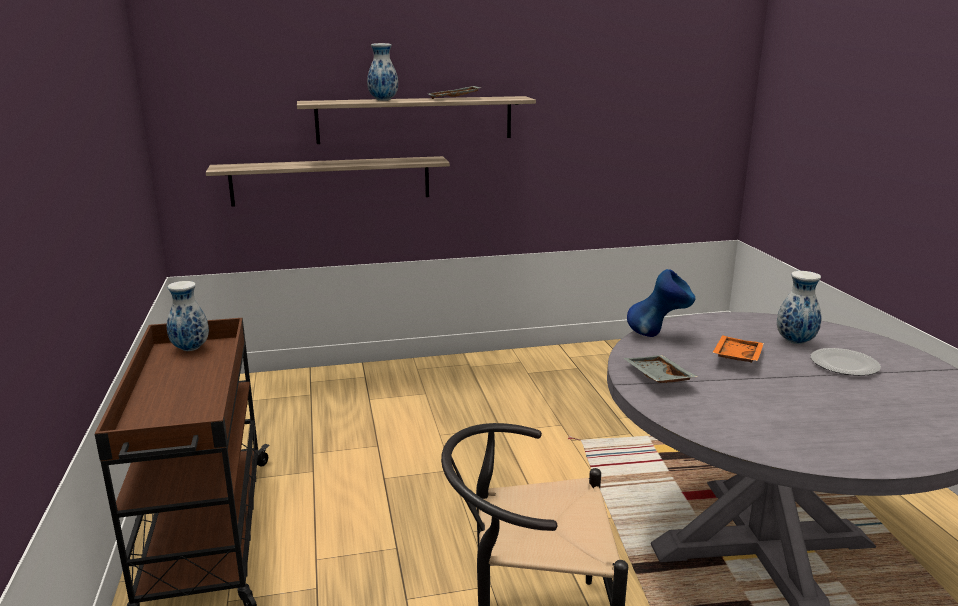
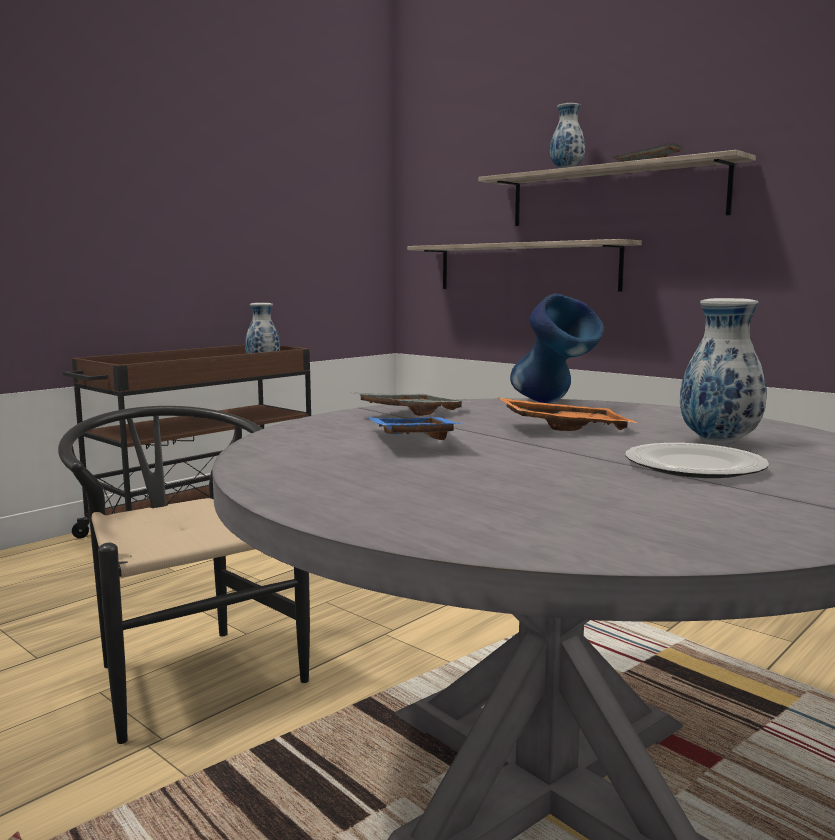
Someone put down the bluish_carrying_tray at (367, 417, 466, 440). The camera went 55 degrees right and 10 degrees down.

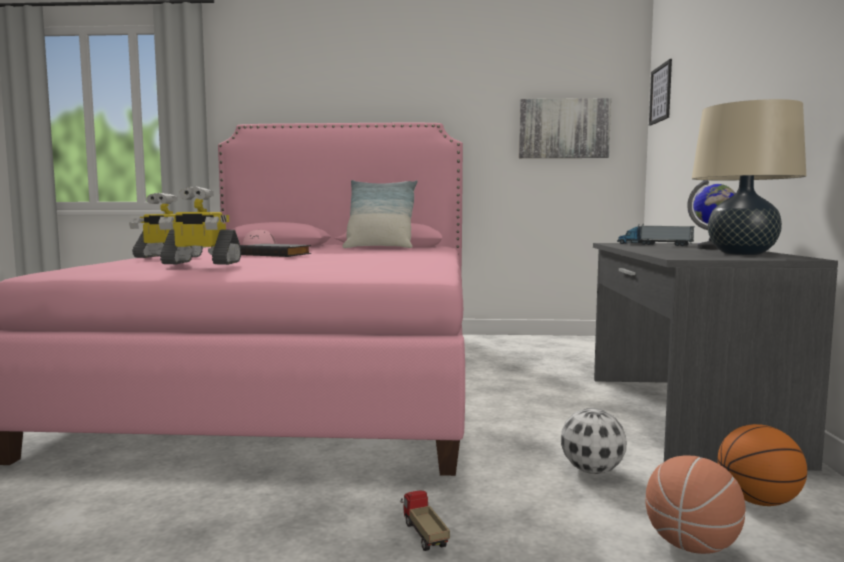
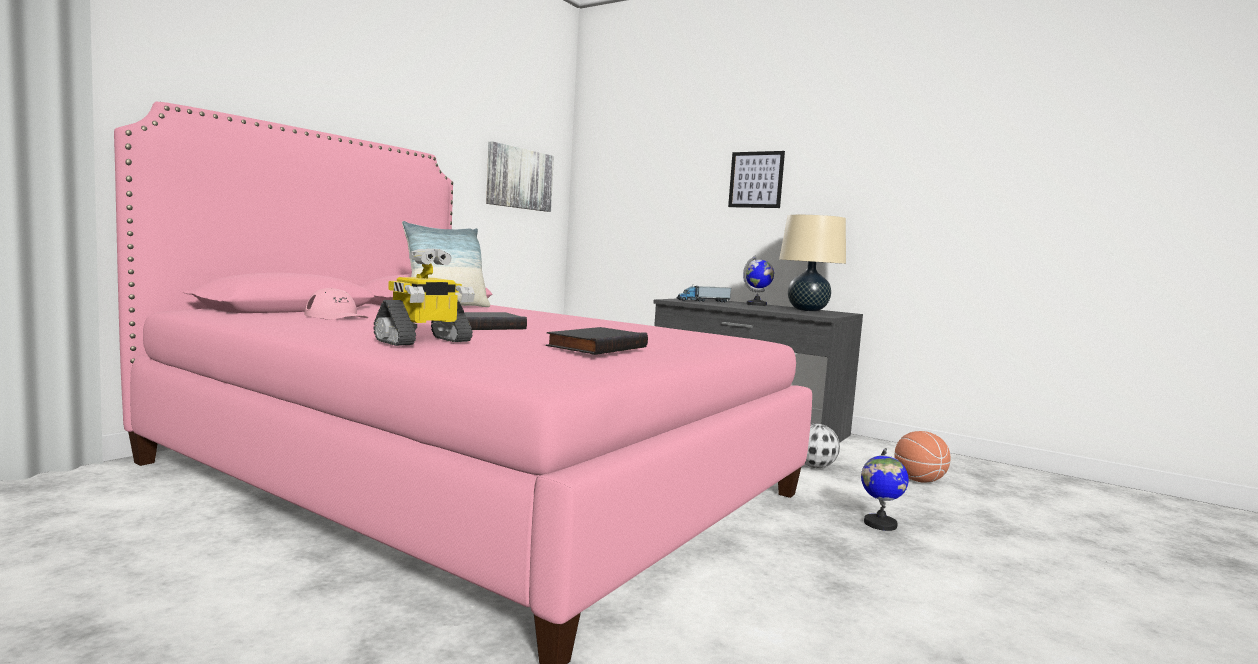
Someone swapped the toy_robot at (159, 186, 241, 265) for the blackish_volume at (546, 327, 648, 355). Someone carried the wall_art from (649, 59, 672, 126) to (728, 151, 785, 208). Someone swapped the toy_lorry at (401, 490, 450, 551) for the world_globe at (861, 448, 909, 531). Someone took away the basketball at (718, 424, 807, 506). The camera went 60 degrees left and 0 degrees up.

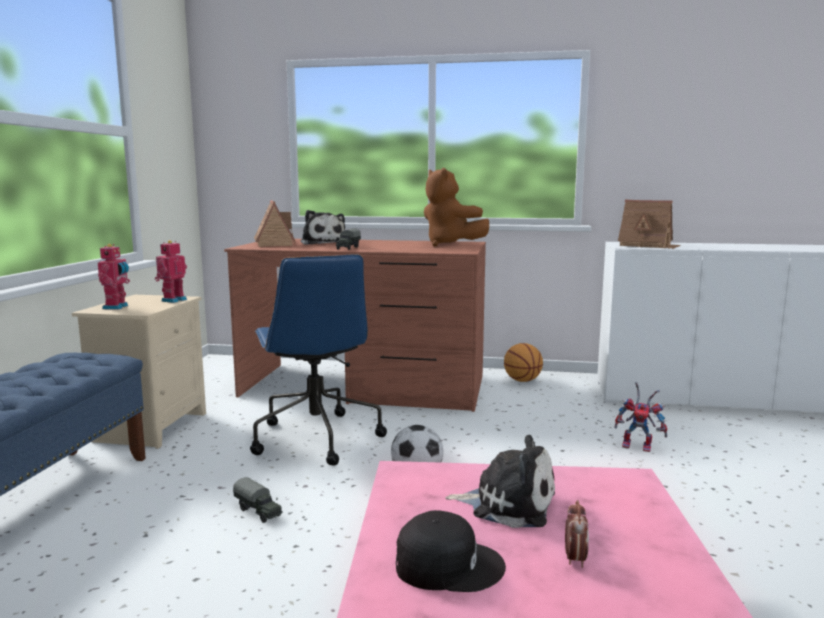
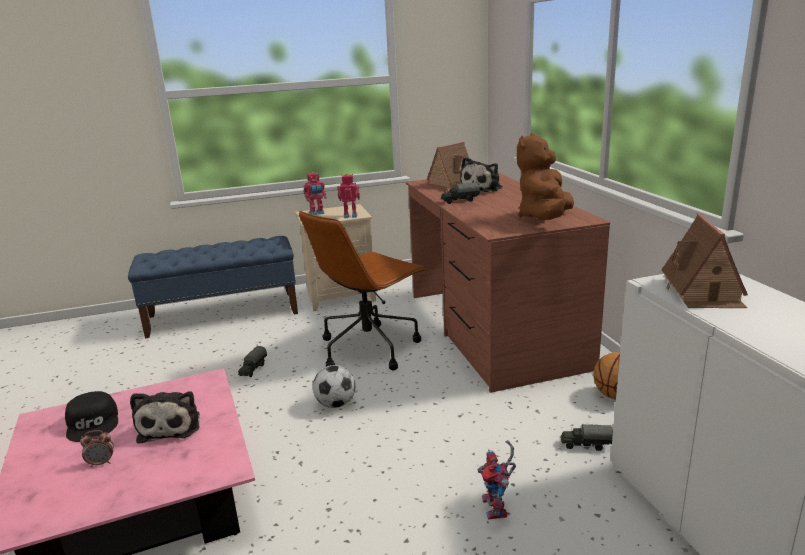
Someone repainted the bluish_desk_chair at (250, 254, 387, 466), which became the brown-coloured_desk_chair at (299, 211, 428, 371). Someone put down the toy_lorry at (561, 424, 613, 451). The camera went 65 degrees right and 10 degrees up.

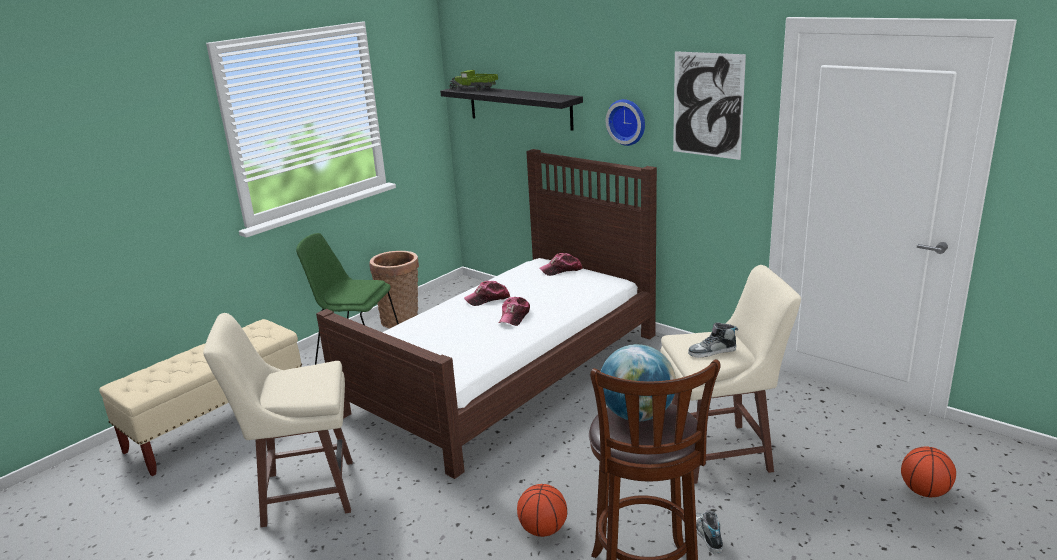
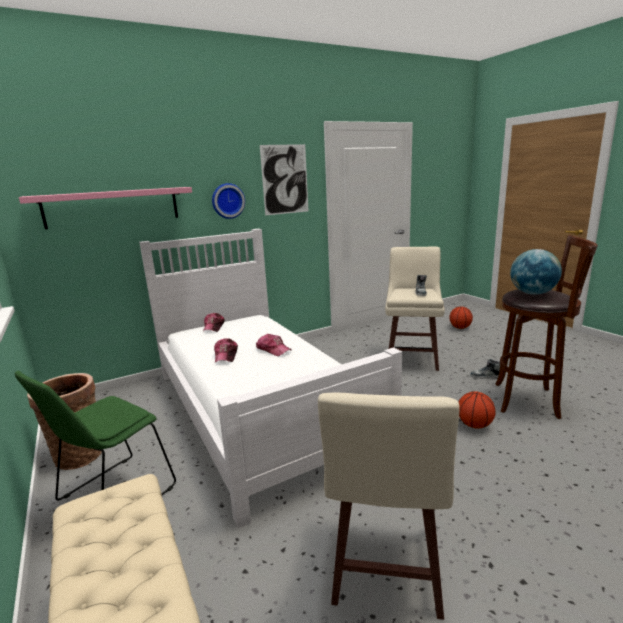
Someone repainted the blackish_bracket_shelf at (440, 86, 583, 131), which became the pink-coloured_bracket_shelf at (19, 187, 192, 229). Someone repainted the brown-coloured_bedroom_bed at (316, 149, 657, 479), which became the whitish_bedroom_bed at (139, 229, 402, 529). Someone took away the toy_lorry at (449, 70, 498, 92). The camera went 70 degrees left and 5 degrees down.

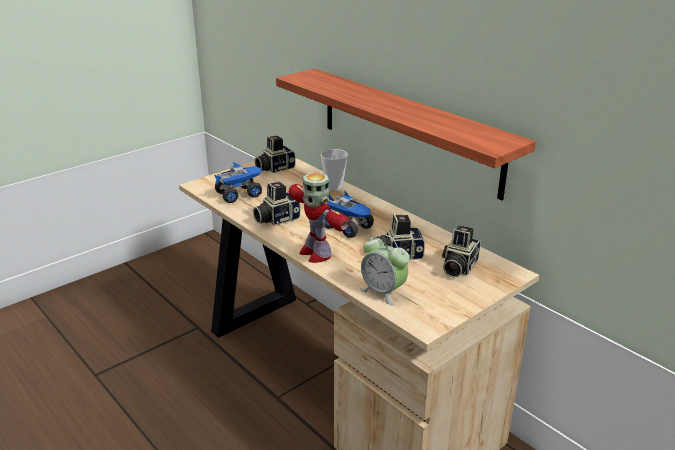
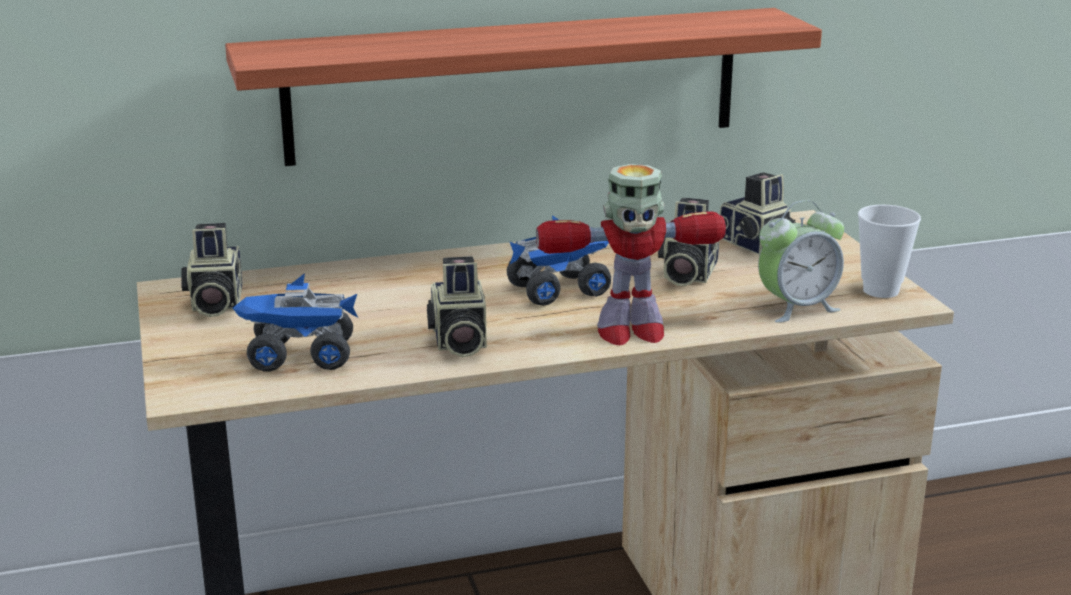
Someone rotated the toy_lorry at (214, 162, 262, 203) by 90 degrees counterclockwise. Someone carried the cup from (321, 149, 348, 191) to (858, 205, 921, 298). The camera went 65 degrees left and 5 degrees down.

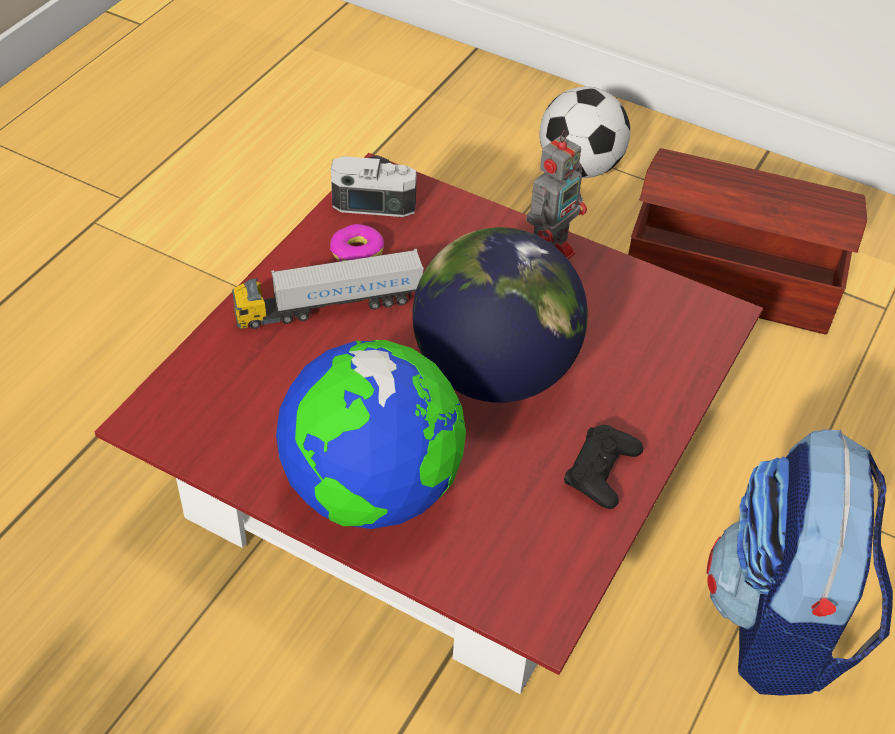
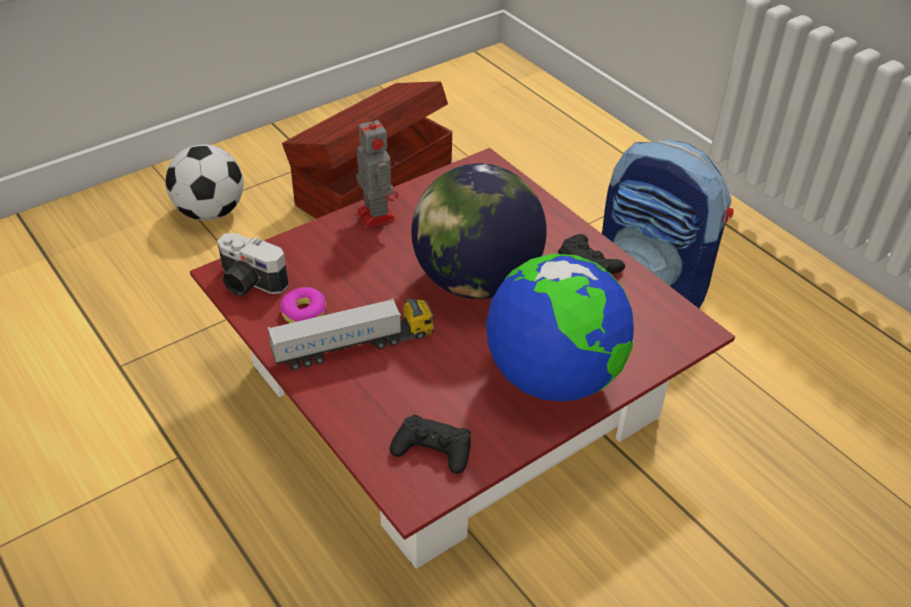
Someone rotated the still_camera at (331, 155, 417, 217) by 90 degrees counterclockwise. Someone rotated the toy_lorry at (232, 249, 424, 329) by 120 degrees counterclockwise. Someone put down the blackish_game_controller at (390, 415, 471, 474). The camera went 65 degrees left and 5 degrees down.

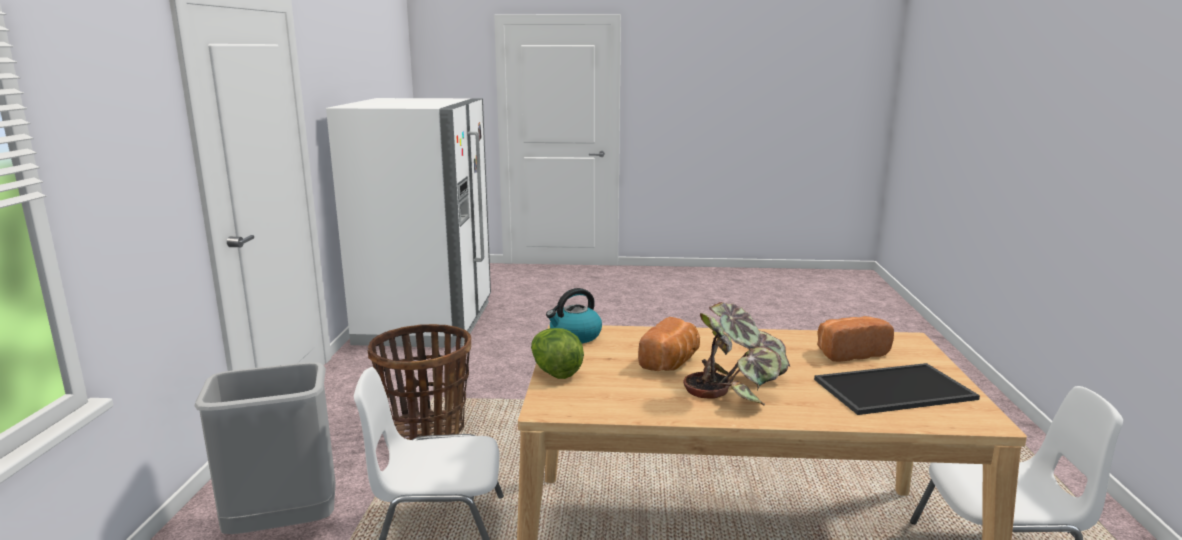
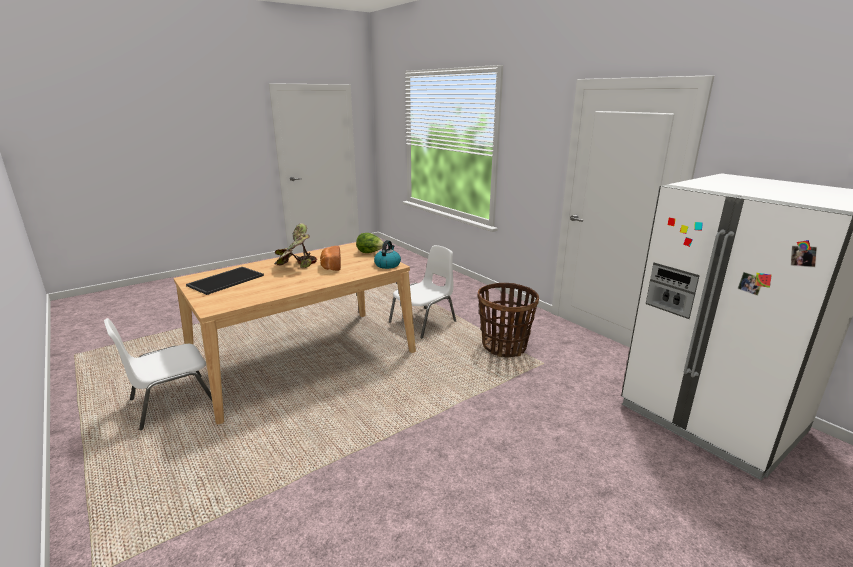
Someone took away the greyish_waste_bin at (194, 362, 336, 534). Someone took away the bakery_bread at (817, 316, 894, 362). The camera went 140 degrees right and 5 degrees up.

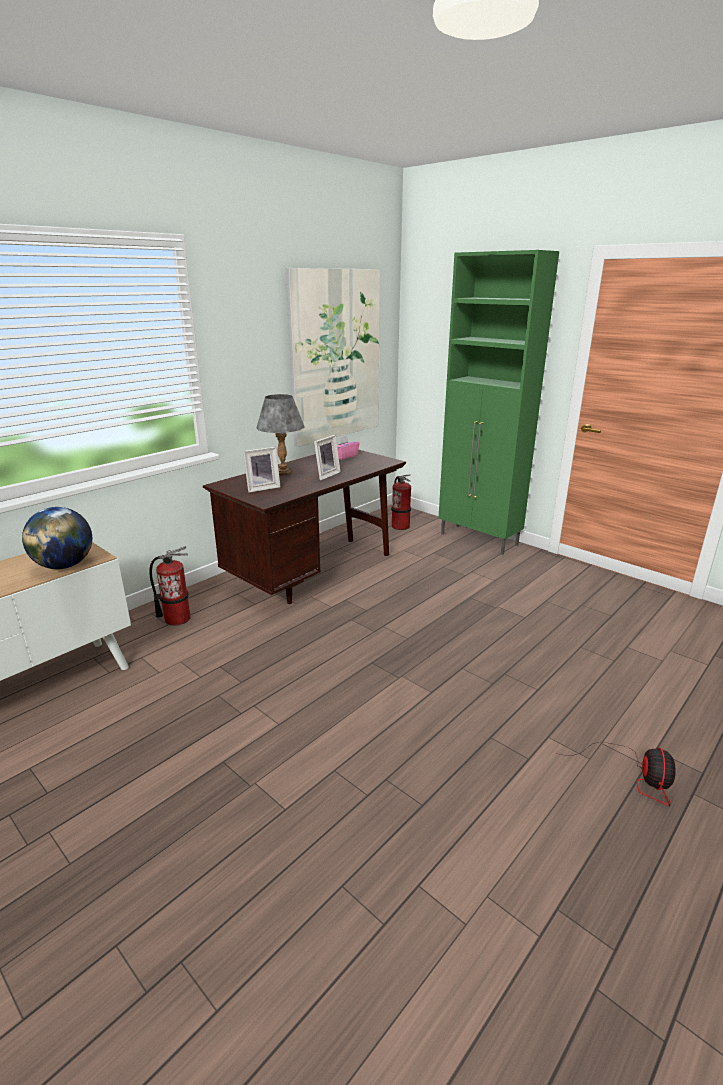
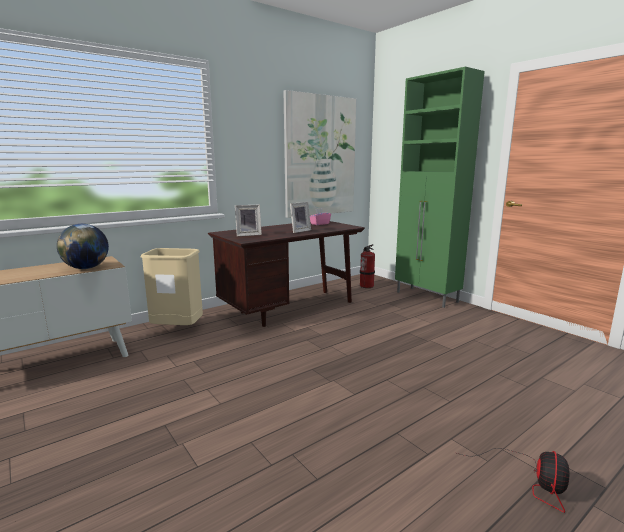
Someone swapped the fire_extinguisher at (149, 546, 191, 626) for the beige-coloured_waste_bin at (141, 248, 203, 325). Someone took away the greyish_tabletop_lamp at (257, 394, 305, 475). The camera went 10 degrees right and 10 degrees down.

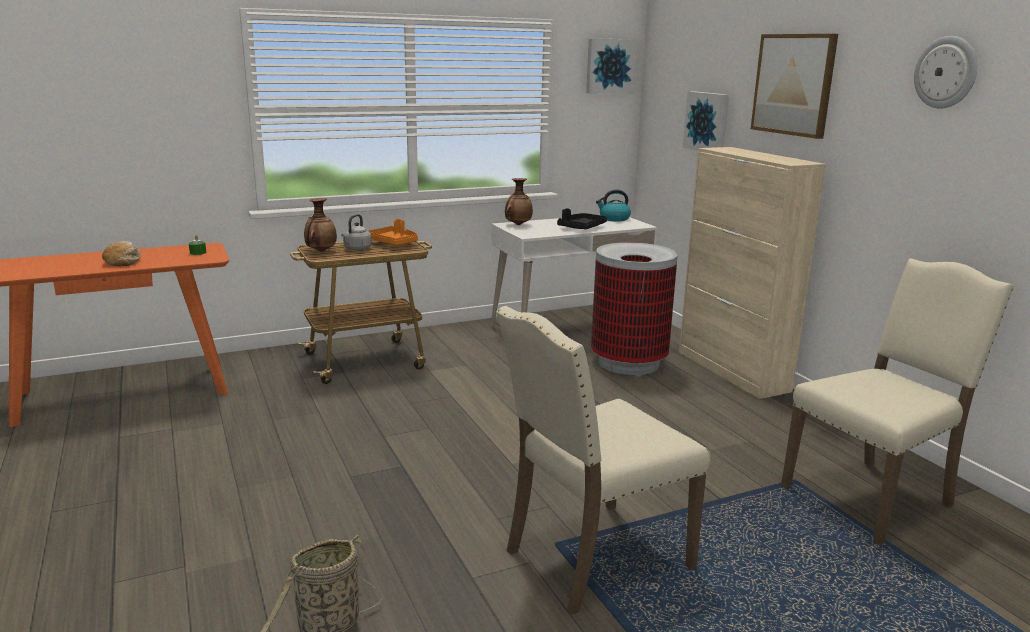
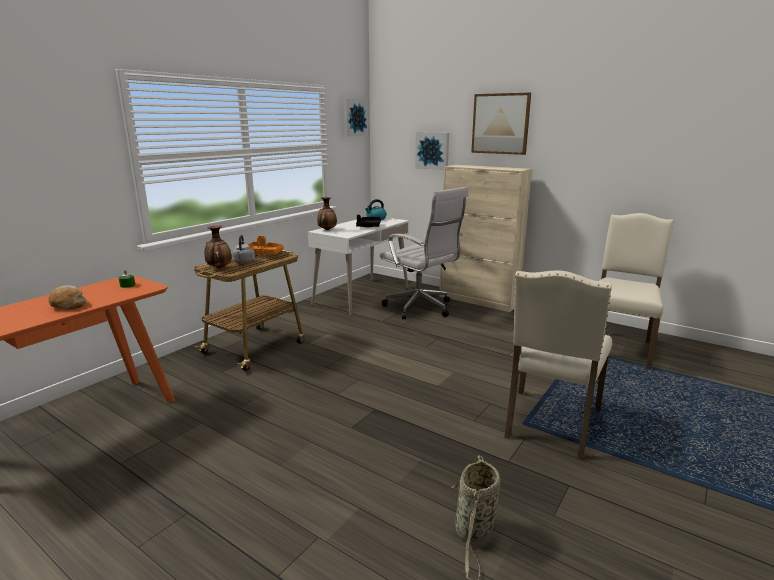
Someone swapped the waste_bin at (591, 242, 678, 375) for the whitish_desk_chair at (380, 186, 468, 320). Someone took away the wall_clock at (914, 36, 977, 109). The camera went 30 degrees left and 0 degrees up.

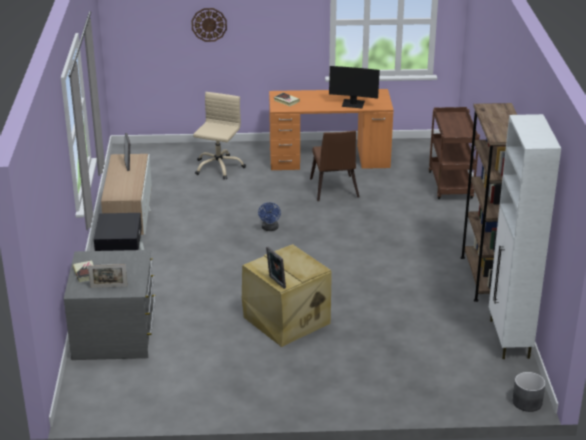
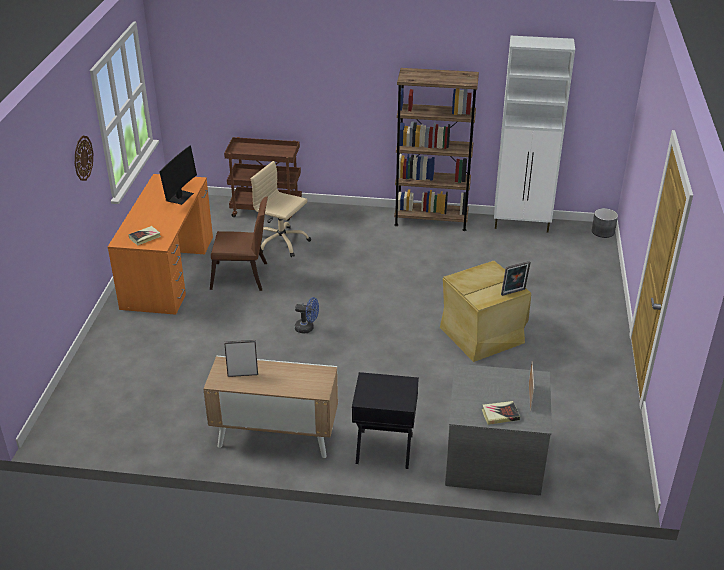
Someone carried the wall_clock from (191, 8, 227, 42) to (75, 136, 93, 181). Someone carried the beige-coloured_desk_chair from (193, 92, 246, 179) to (251, 161, 311, 257). The camera went 80 degrees left and 5 degrees up.

